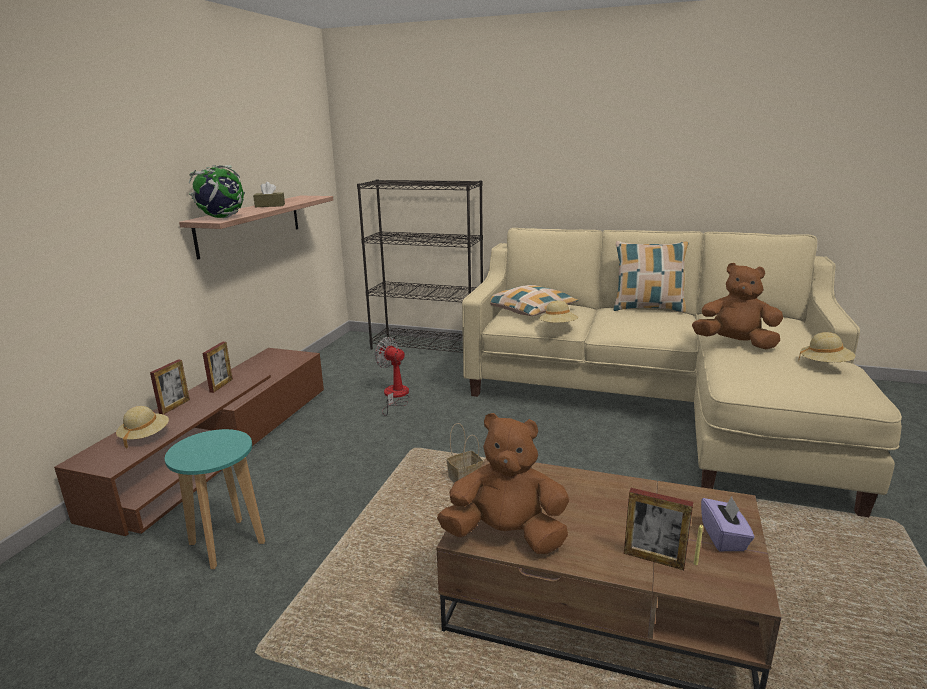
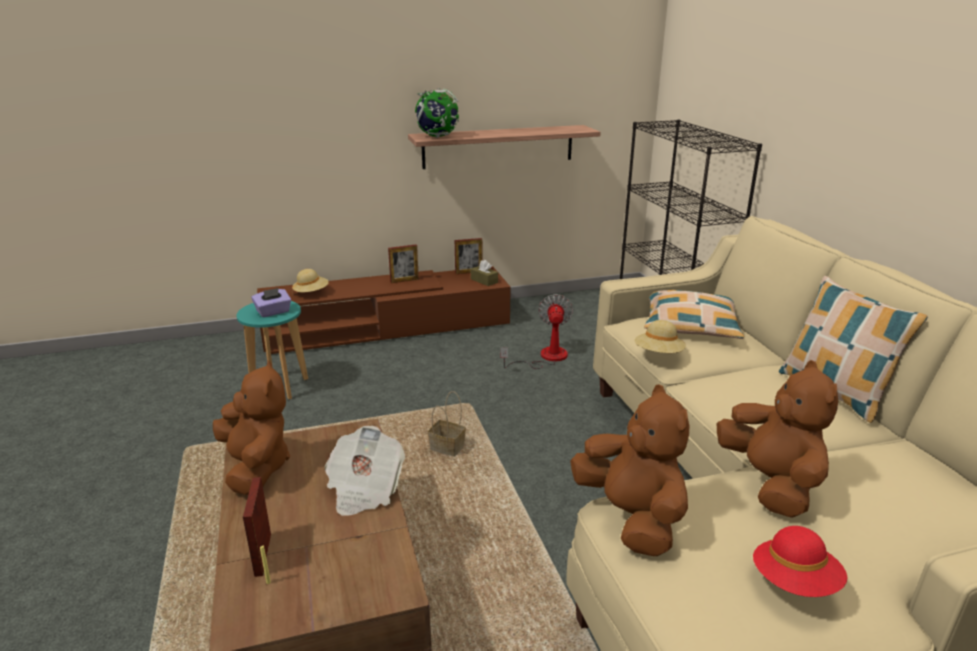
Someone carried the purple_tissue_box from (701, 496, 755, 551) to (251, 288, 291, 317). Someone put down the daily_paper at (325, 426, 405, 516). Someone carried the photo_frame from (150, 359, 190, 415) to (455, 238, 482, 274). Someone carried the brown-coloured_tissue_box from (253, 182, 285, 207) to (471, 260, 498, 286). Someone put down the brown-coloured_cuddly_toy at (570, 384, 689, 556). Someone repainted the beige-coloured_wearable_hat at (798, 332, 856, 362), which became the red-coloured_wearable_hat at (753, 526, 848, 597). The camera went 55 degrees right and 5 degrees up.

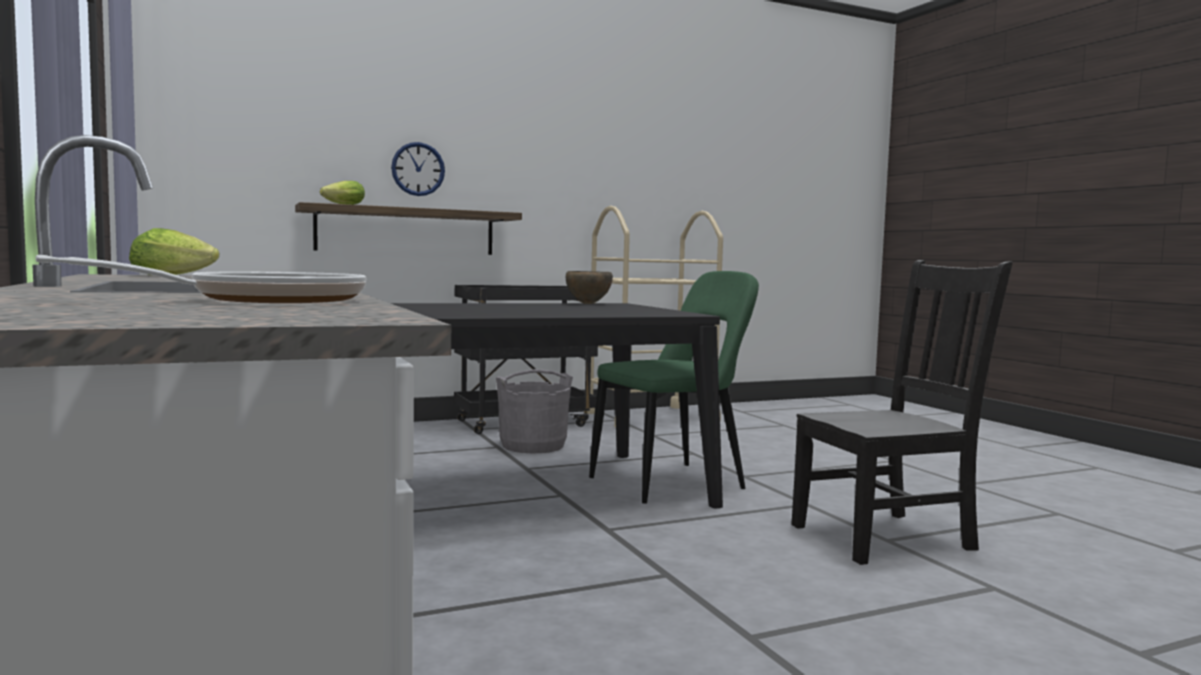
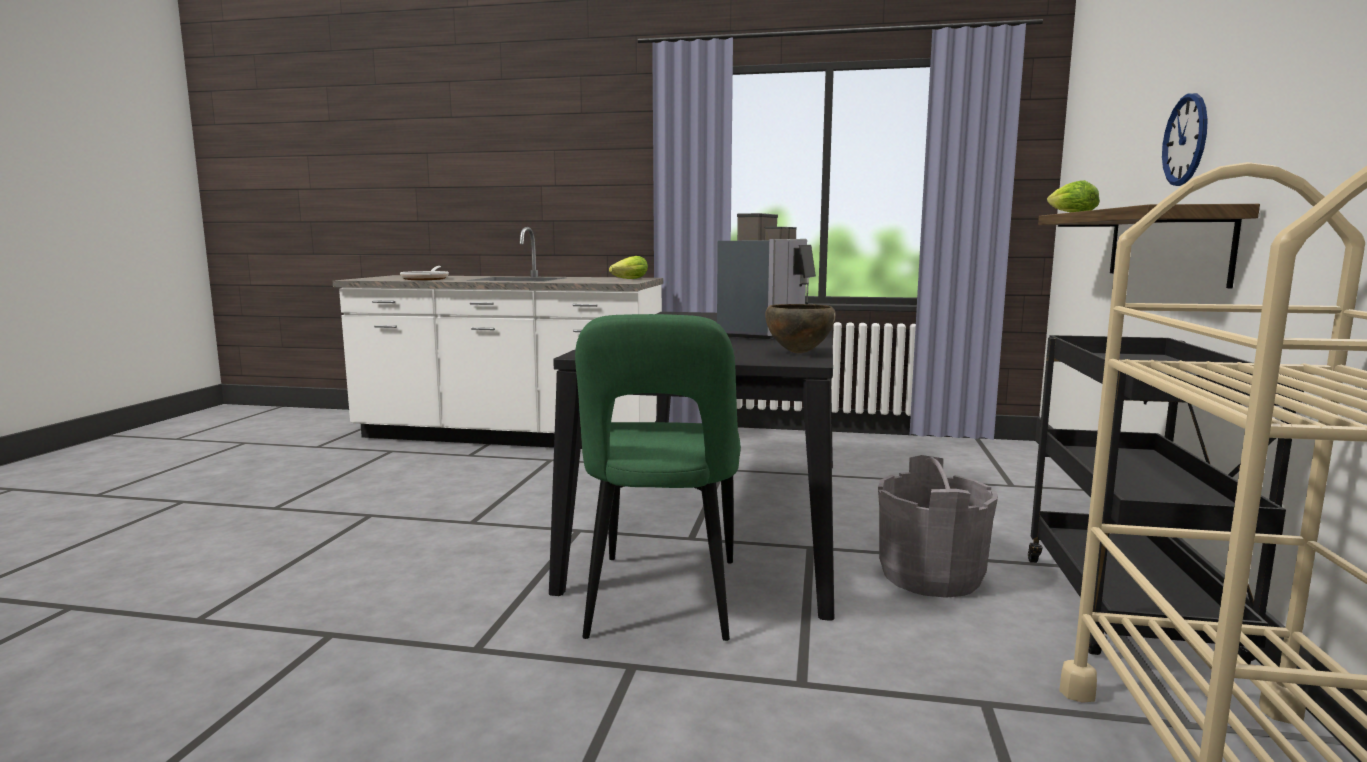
Someone put down the coffee_maker at (717, 213, 816, 339). Someone took away the blackish_upright_chair at (791, 260, 1013, 565). The camera went 125 degrees right and 5 degrees up.

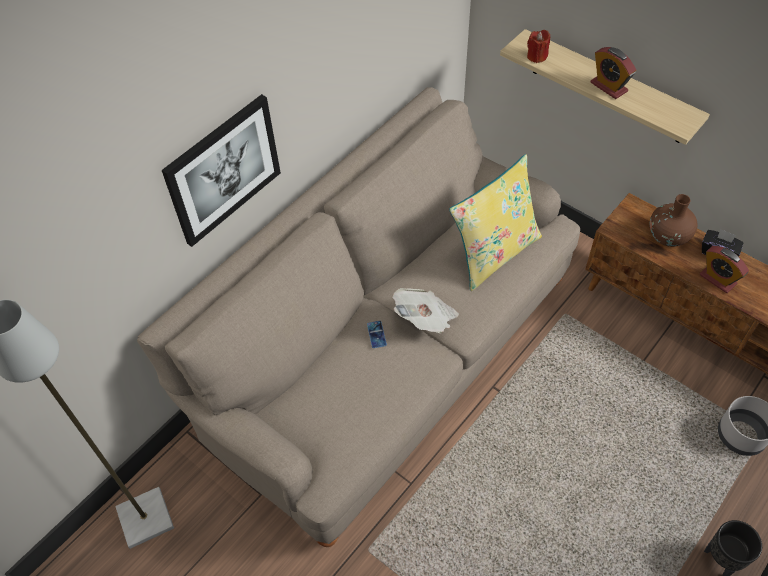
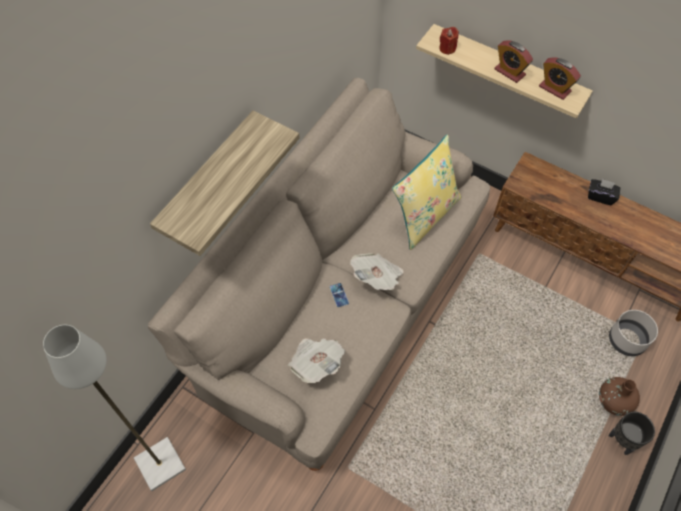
Someone swapped the wall_art at (162, 94, 281, 247) for the bracket_shelf at (150, 110, 300, 256). Someone put down the daily_paper at (288, 338, 345, 383). Someone carried the table_clock from (700, 246, 749, 293) to (539, 57, 581, 100). Someone carried the brown-coloured_decorative_vase from (650, 194, 697, 247) to (599, 377, 640, 416). The camera went 10 degrees left and 5 degrees up.

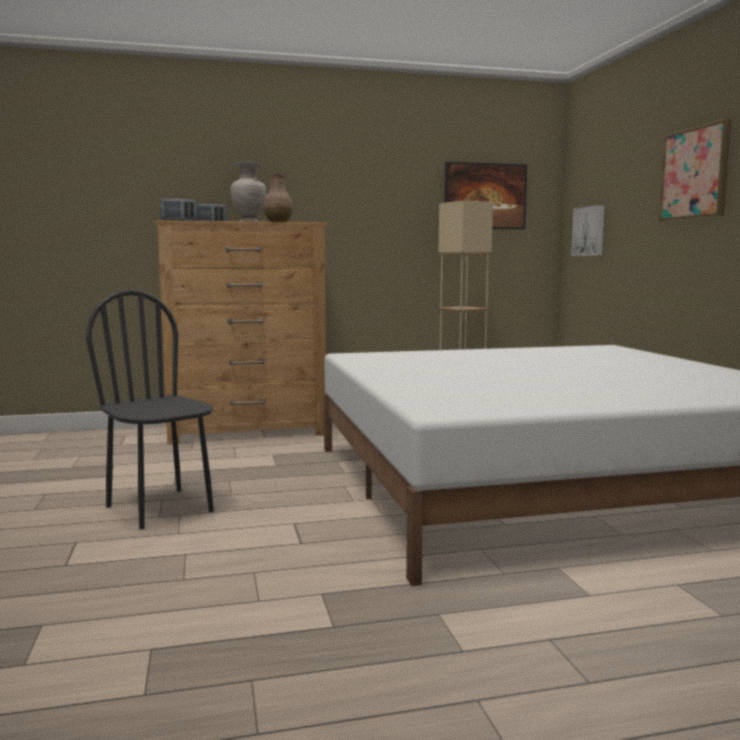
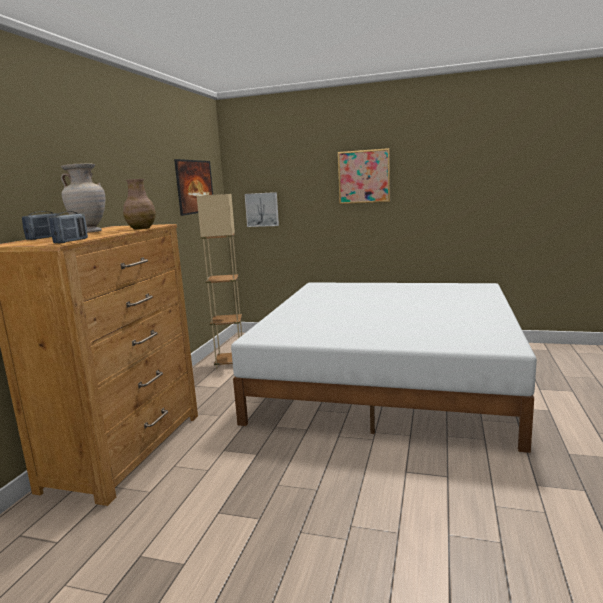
Someone took away the blackish_upright_chair at (86, 290, 214, 530). The camera went 60 degrees left and 5 degrees up.

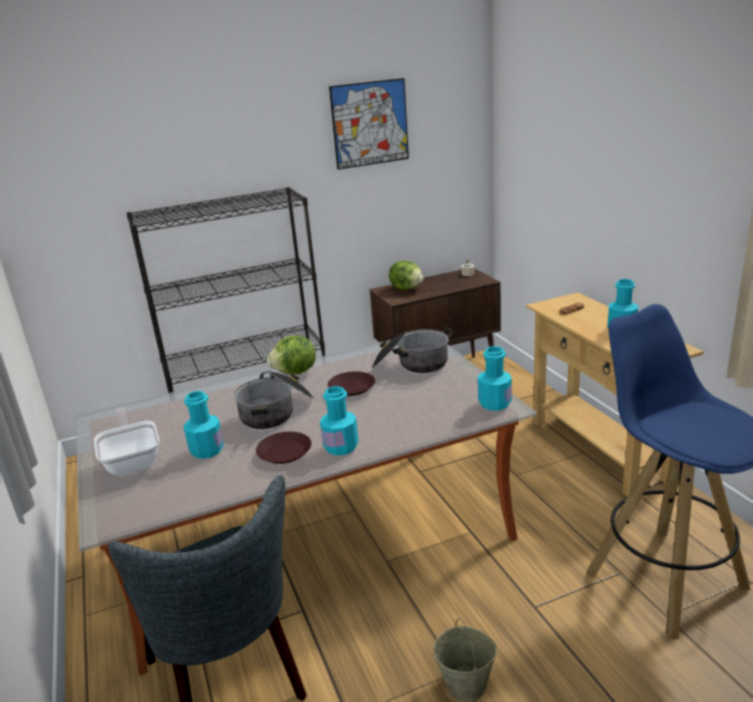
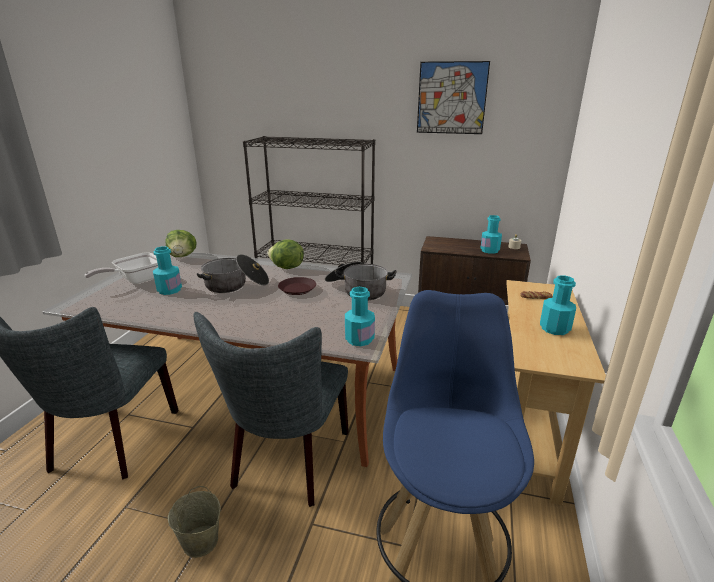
Someone rotated the pan at (94, 407, 159, 476) by 150 degrees counterclockwise. Someone carried the lettuce from (389, 260, 424, 290) to (165, 230, 197, 257). Someone put down the greyish_upright_chair at (193, 312, 349, 507). Someone carried the turquoise-coloured_drink_bottle from (320, 386, 358, 456) to (481, 215, 502, 254). Someone took away the brown-coloured_flat_dish at (256, 432, 311, 464). The camera went 35 degrees right and 0 degrees up.

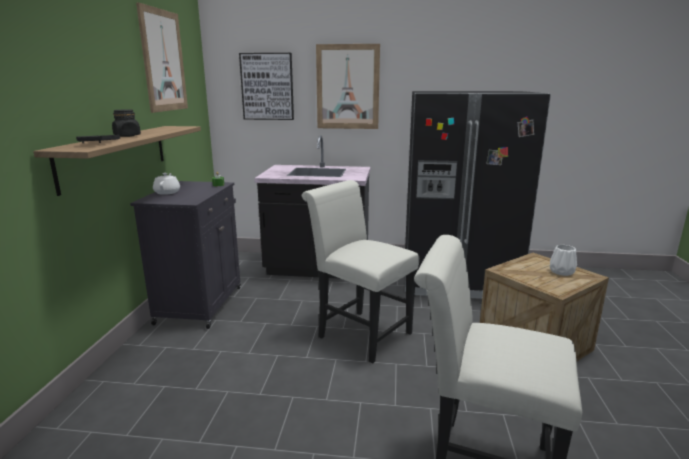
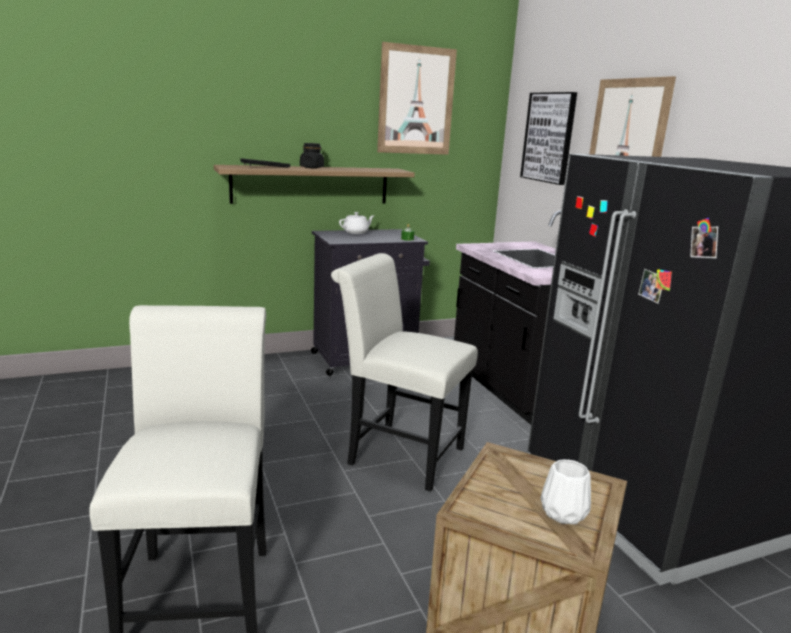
Someone rotated the whitish_upright_chair at (302, 180, 419, 364) by 75 degrees counterclockwise. The camera went 60 degrees right and 0 degrees up.

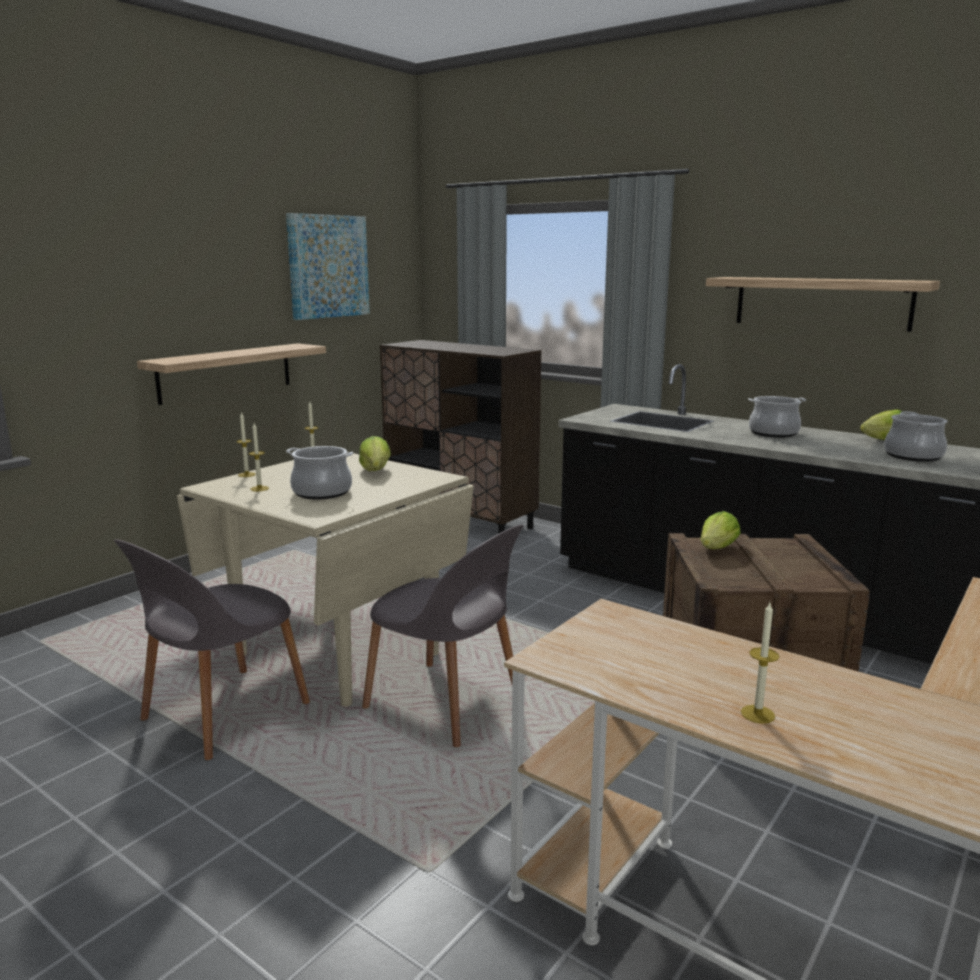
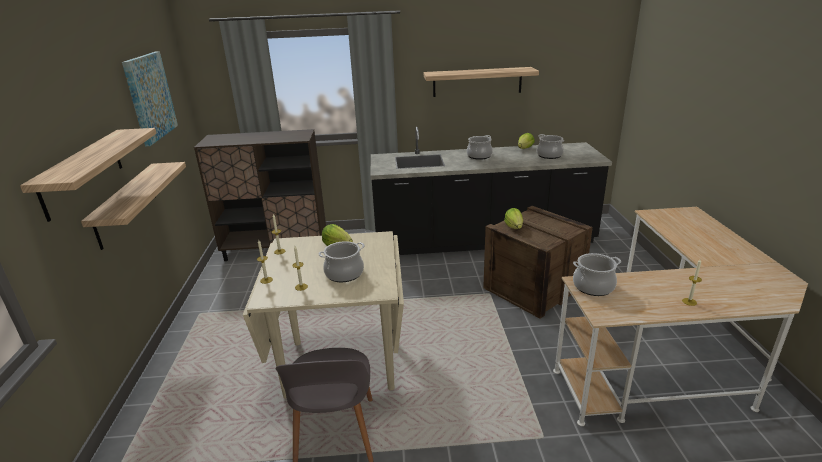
Someone put up the bracket_shelf at (20, 128, 157, 222). Someone put down the cooking_pot at (573, 253, 621, 296). Someone took away the greyish_upright_chair at (362, 524, 524, 747). The camera went 40 degrees left and 10 degrees up.

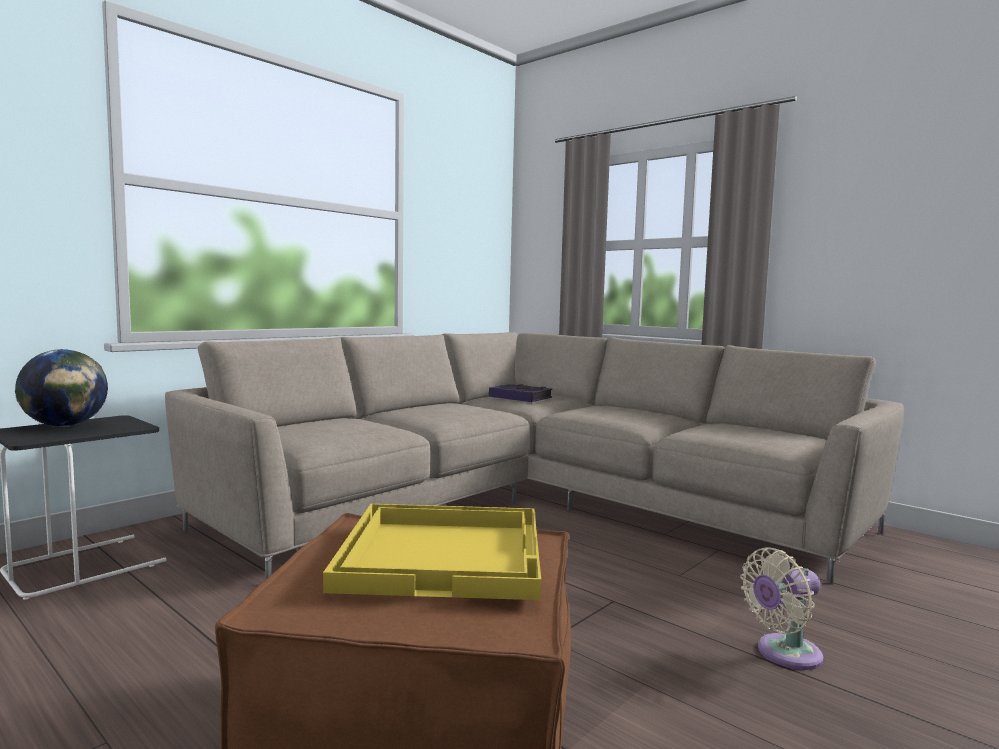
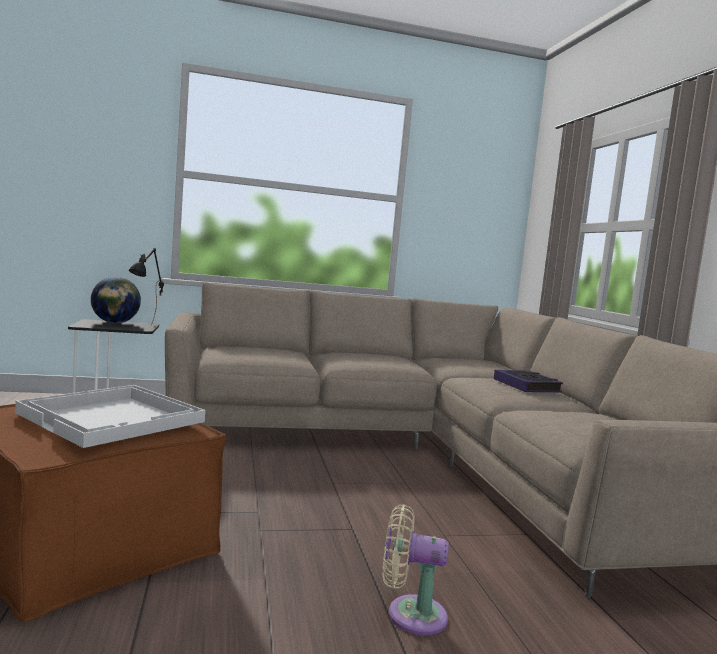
Someone repainted the yellow_carrying_tray at (323, 504, 541, 600), which became the whitish_carrying_tray at (15, 385, 205, 448). Someone put down the blackish_tabletop_lamp at (129, 248, 164, 323). Someone carried the volume from (489, 384, 553, 402) to (494, 370, 563, 392). The camera went 35 degrees right and 0 degrees up.

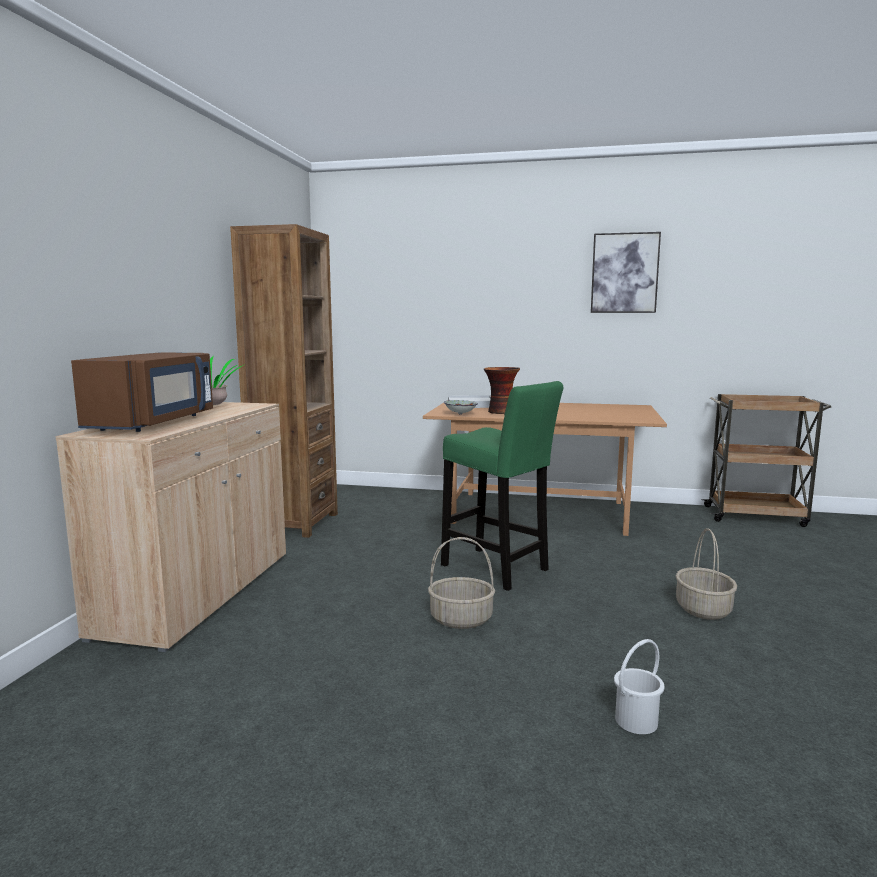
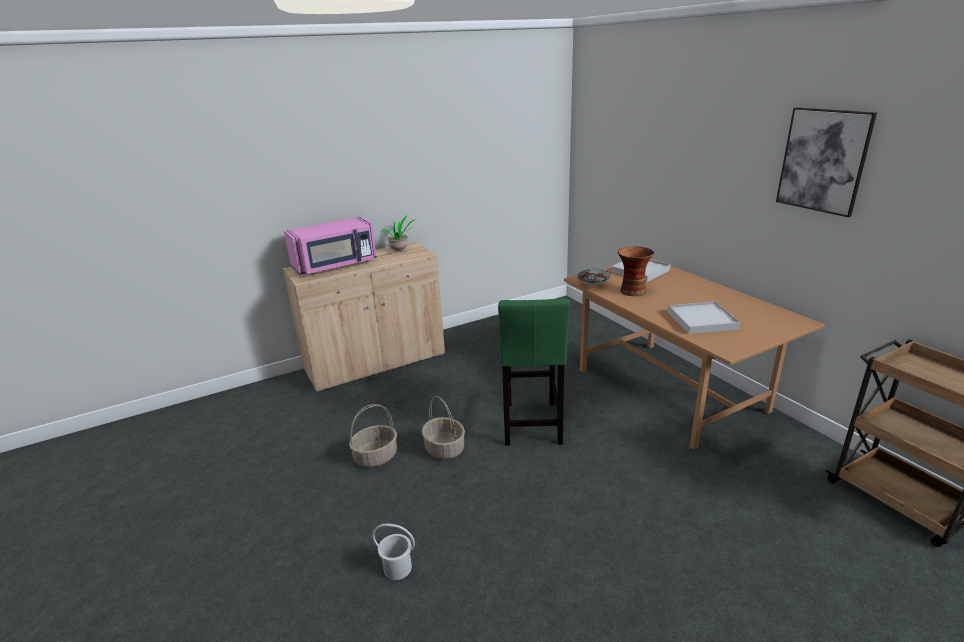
Someone repainted the brown-coloured_microwave_oven at (71, 352, 213, 432), which became the pink-coloured_microwave_oven at (284, 216, 377, 275). Someone carried the basket from (676, 528, 737, 620) to (349, 404, 397, 467). Someone put down the whitish_carrying_tray at (668, 301, 740, 334). Someone took away the brown-coloured_shelving_unit at (230, 224, 338, 538). The camera went 50 degrees right and 15 degrees up.

